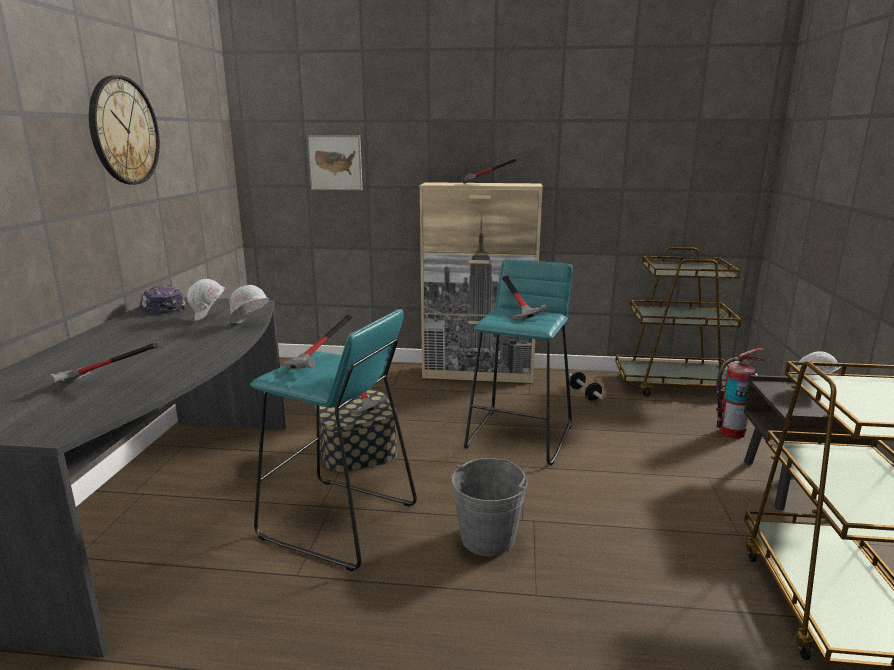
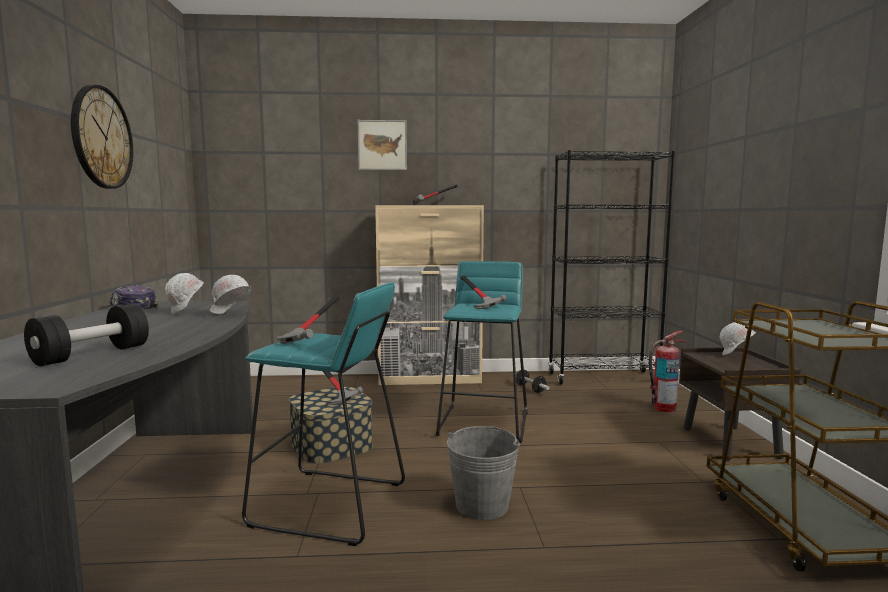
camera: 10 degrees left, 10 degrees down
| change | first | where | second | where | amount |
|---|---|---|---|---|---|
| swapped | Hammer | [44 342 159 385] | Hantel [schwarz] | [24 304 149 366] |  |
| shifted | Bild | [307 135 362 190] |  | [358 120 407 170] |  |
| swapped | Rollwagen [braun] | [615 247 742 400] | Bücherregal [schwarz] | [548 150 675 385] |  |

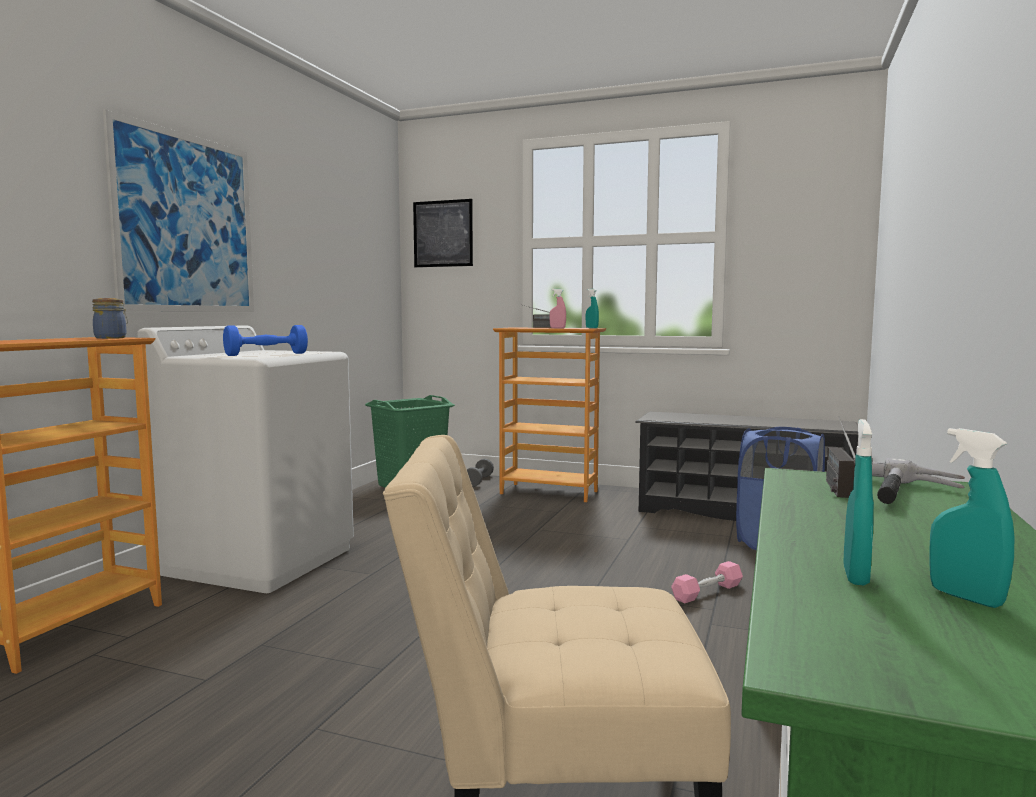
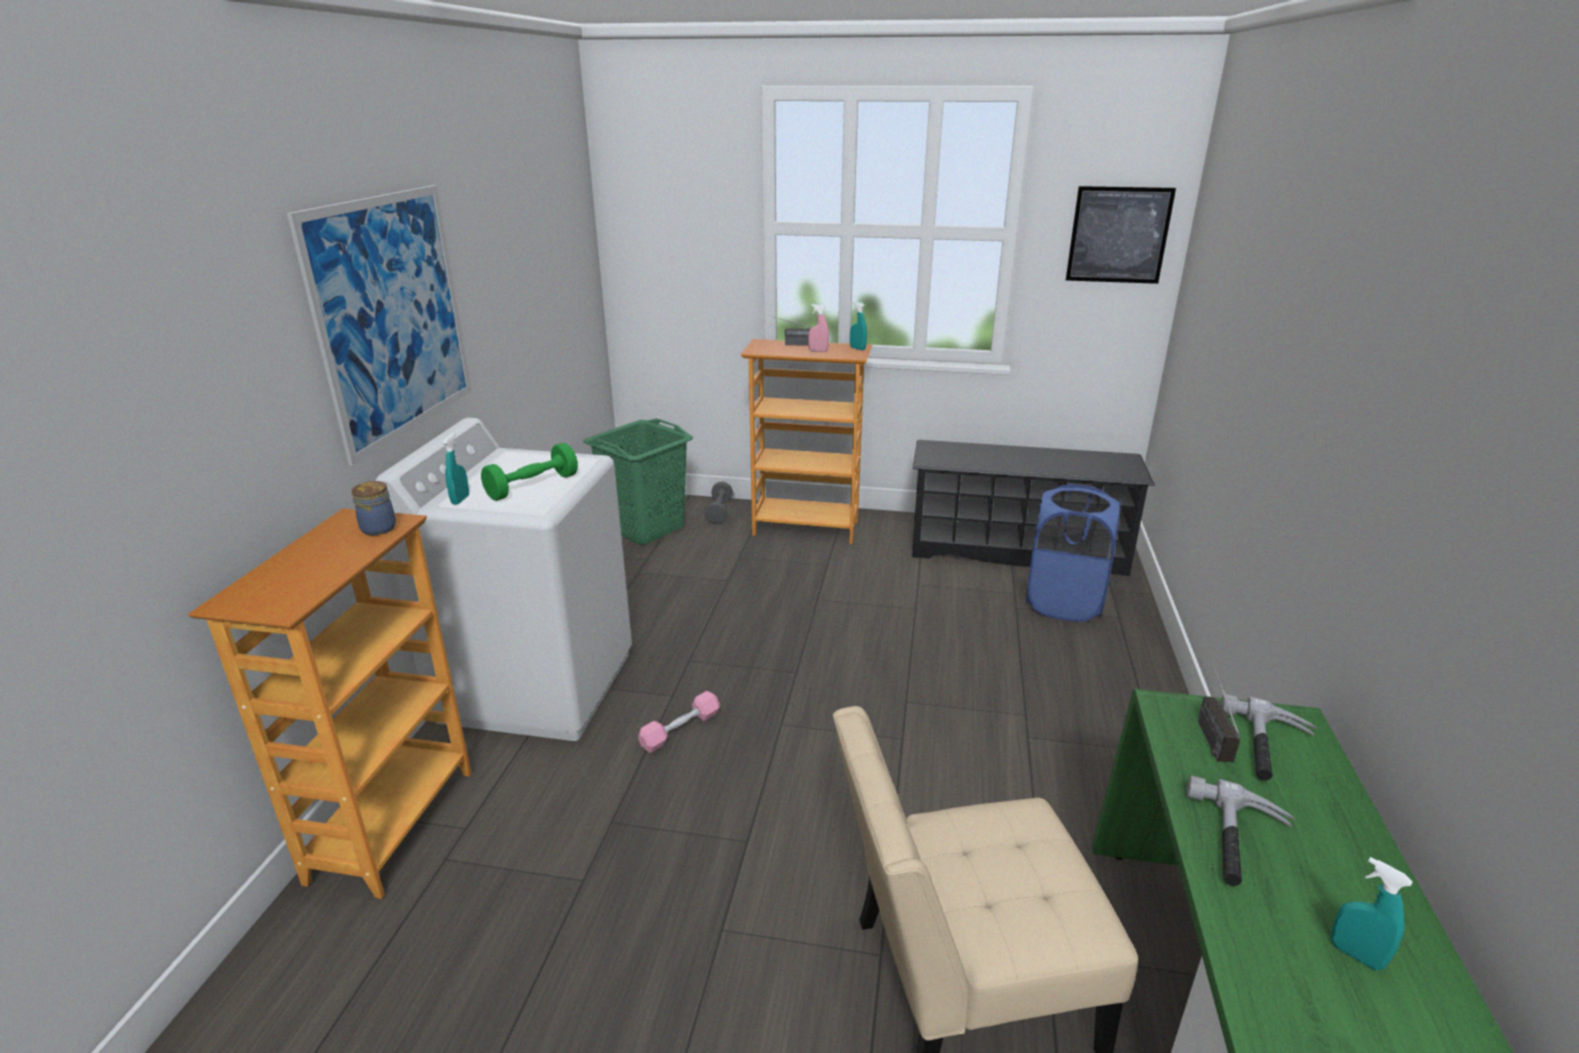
camera: 10 degrees left, 20 degrees up
| change | first | where | second | where | amount |
|---|---|---|---|---|---|
| repainted | Hantel [blau] | [223 325 308 356] | Hantel [grün] | [481 443 578 501] |  |
| shifted | Bild | [413 199 473 267] |  | [1066 186 1176 284] |  |
| shifted | Hantel [rosa] | [671 561 743 603] |  | [638 691 720 753] |  |
| shifted | Sprühflasche [türkis] | [844 419 874 585] |  | [443 433 469 505] |  |
| new |  |  | Hammer | [1187 775 1295 886] |  |

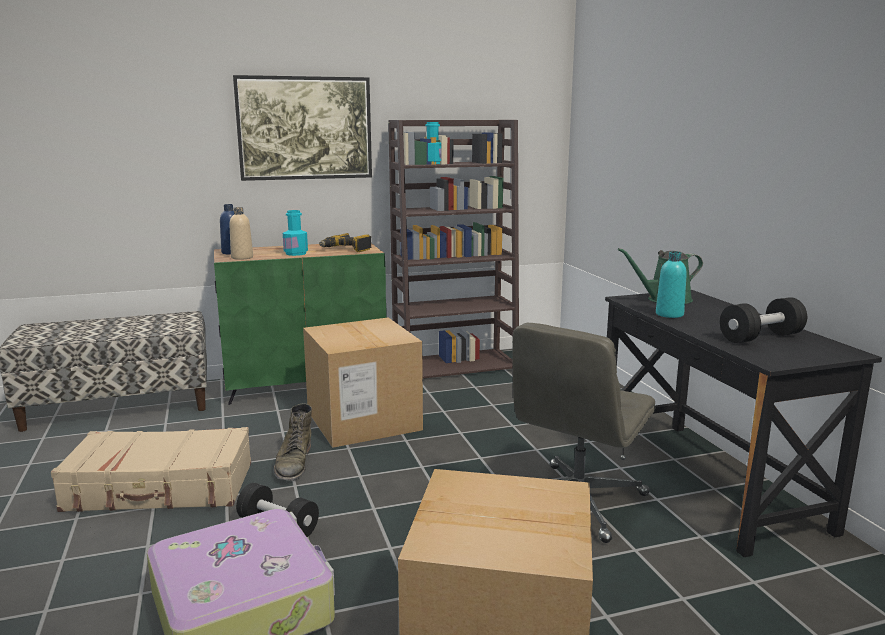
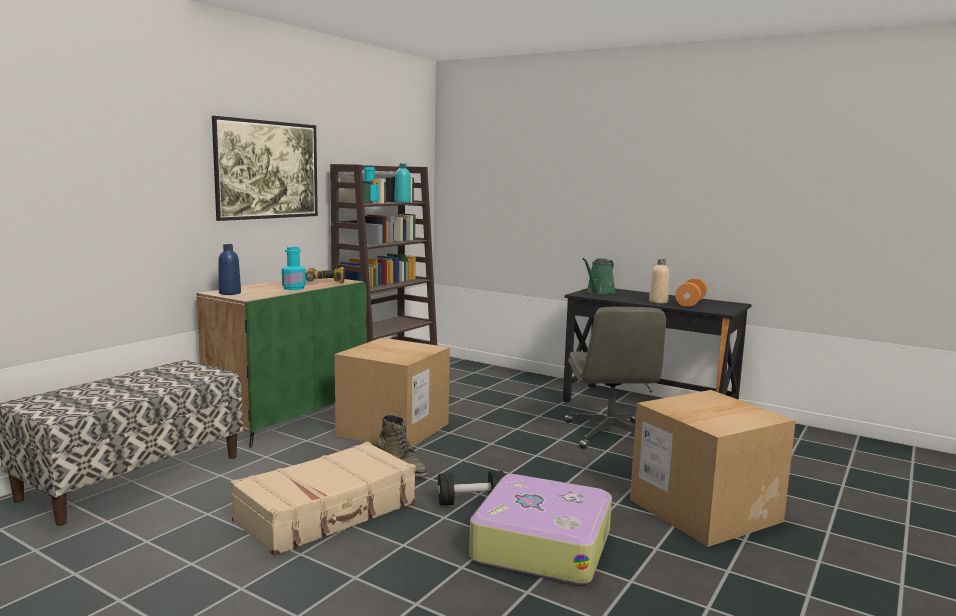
camera: 40 degrees left, 5 degrees down
| change | first | where | second | where | amount |
|---|---|---|---|---|---|
| shifted | Flasche [beige] | [229 207 253 260] |  | [649 259 669 303] |  |
| shifted | Flasche [türkis] | [656 251 687 318] |  | [394 163 411 203] |  |
| repainted | Hantel [schwarz] | [720 297 807 343] | Hantel [orange] | [675 278 707 307] |  |

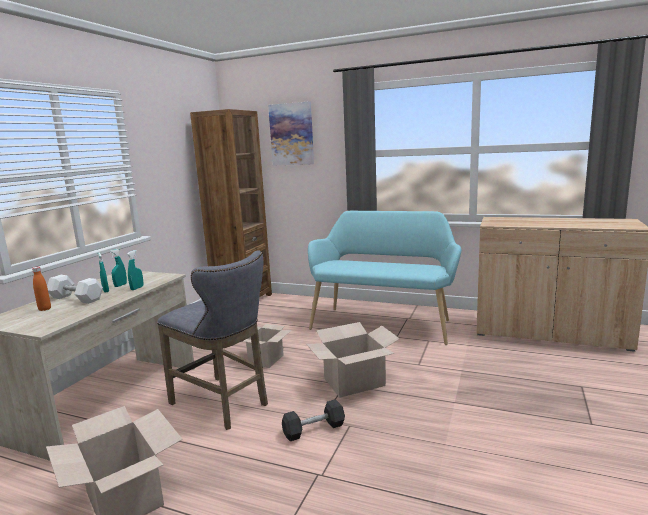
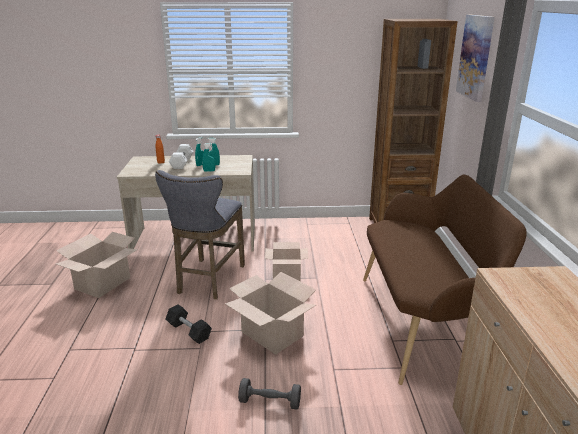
camera: 65 degrees right, 10 degrees up
| change | first | where | second | where | amount |
|---|---|---|---|---|---|
| repainted | Bank [türkis] | [308 211 461 345] | Bank [braun] | [363 175 526 385] |  |
| new |  |  | Hantel [grau] | [238 378 301 410] |  |

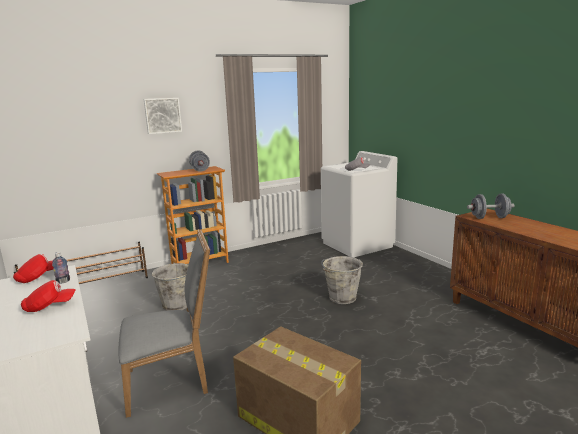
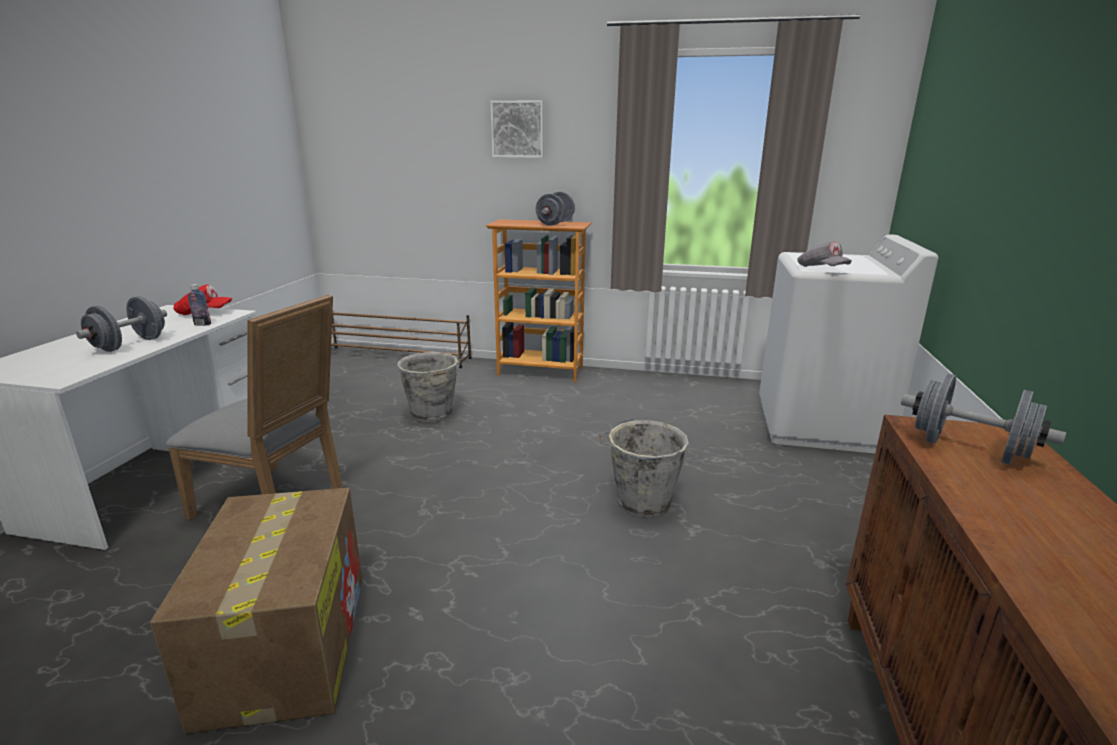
camera: 40 degrees right, 5 degrees up
| change | first | where | second | where | amount |
|---|---|---|---|---|---|
| swapped | Kappe [rot] | [21 280 76 312] | Hantel [grau] | [76 296 167 352] |  |

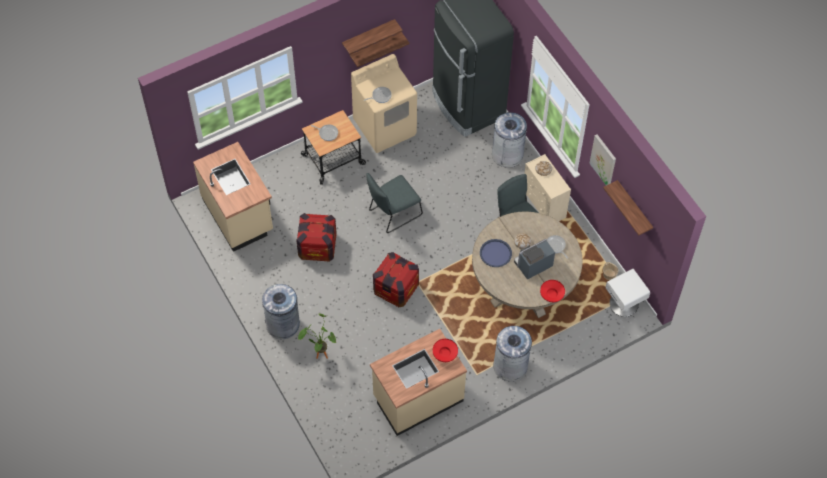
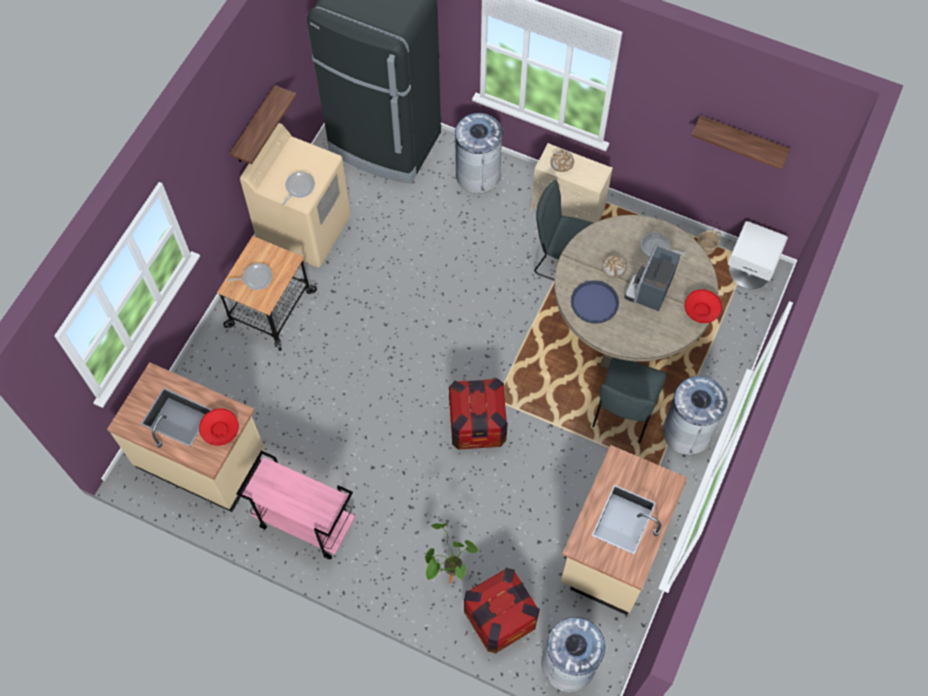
camera: 35 degrees left, 5 degrees up
| change | first | where | second | where | amount |
|---|---|---|---|---|---|
| shifted | Mülleimer [grau] | [262 284 300 339] |  | [541 617 605 692] |  |
| shifted | Kiste | [296 213 337 262] |  | [464 568 540 653] |  |
| gone | Wandregal | [342 19 403 55] |  |  |  |
| shifted | Stuhl [grau] | [366 173 423 233] |  | [592 357 667 443] |  |
| shifted | Schüssel [rot] | [433 339 458 362] |  | [199 409 239 446] |  |
| gone | Bild | [589 135 616 185] |  |  |  |
| new |  |  | Rollwagen [rosa] | [236 451 355 559] |  |

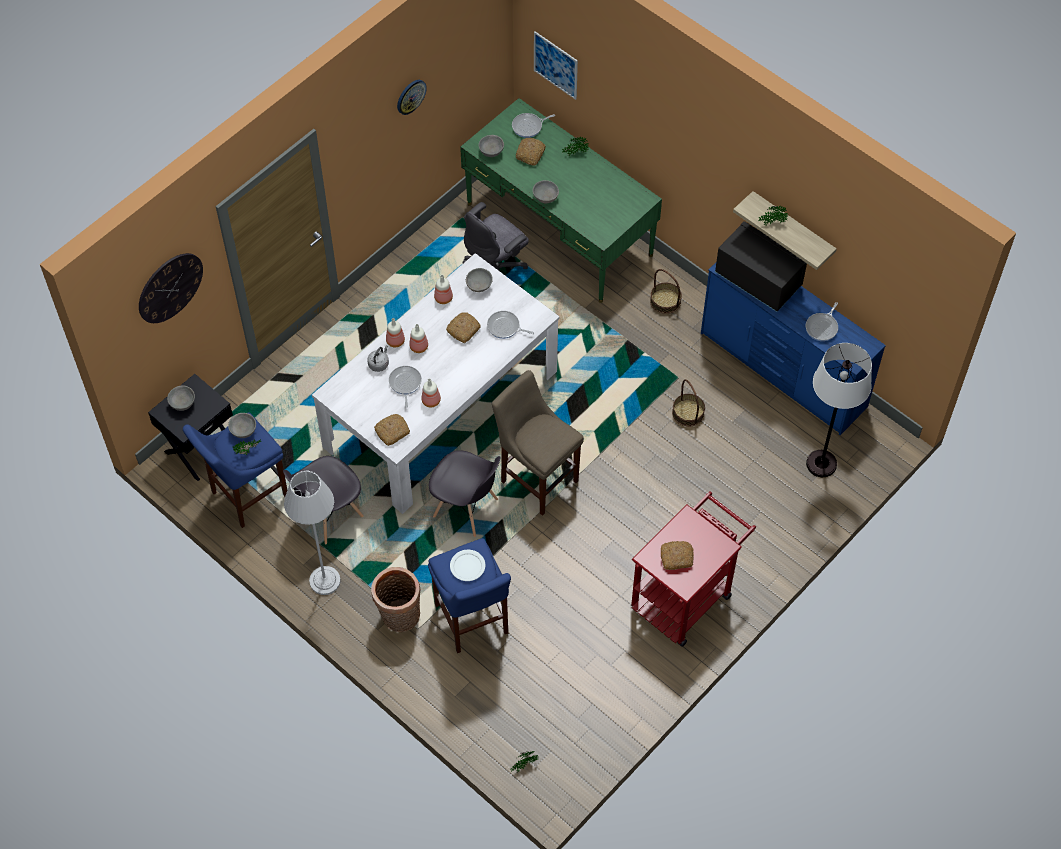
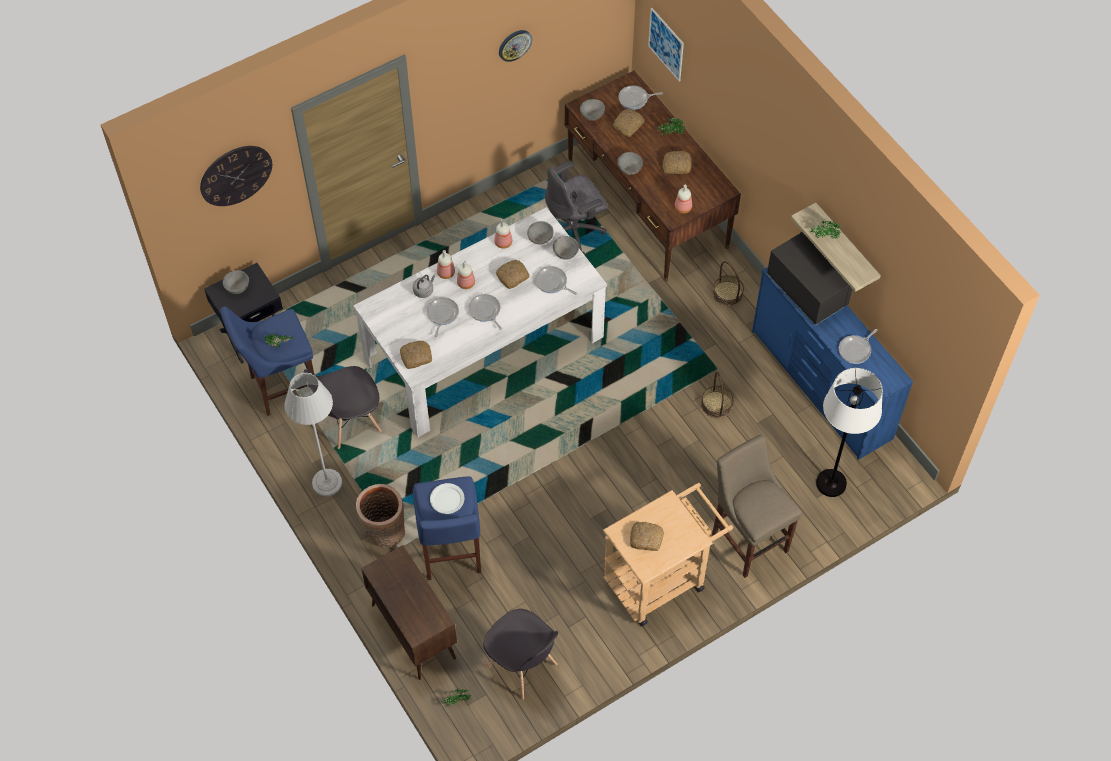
camera: 15 degrees right, 0 degrees up
| change | first | where | second | where | amount |
|---|---|---|---|---|---|
| shifted | Schüssel [grau] | [228 413 256 438] |  | [553 236 579 260] |  |
| shifted | Flasche | [421 378 441 407] |  | [675 185 692 213] |  |
| shifted | Stuhl [grau] | [429 450 501 537] |  | [483 609 558 700] |  |
| repainted | Schreibtisch [grün] | [460 98 662 303] | Schreibtisch [braun] | [565 71 741 282] |  |
| shifted | Hocker [beige] | [492 370 584 516] |  | [712 435 802 578] |  |
| repainted | Rollwagen [rot] | [631 491 756 647] | Rollwagen [beige] | [603 483 733 626] |  |
| new |  |  | Schrank [braun] | [361 545 457 680] |  |
| new |  |  | Pfanne | [469 294 502 330] |  |
| new |  |  | Brot | [662 151 692 174] |  |

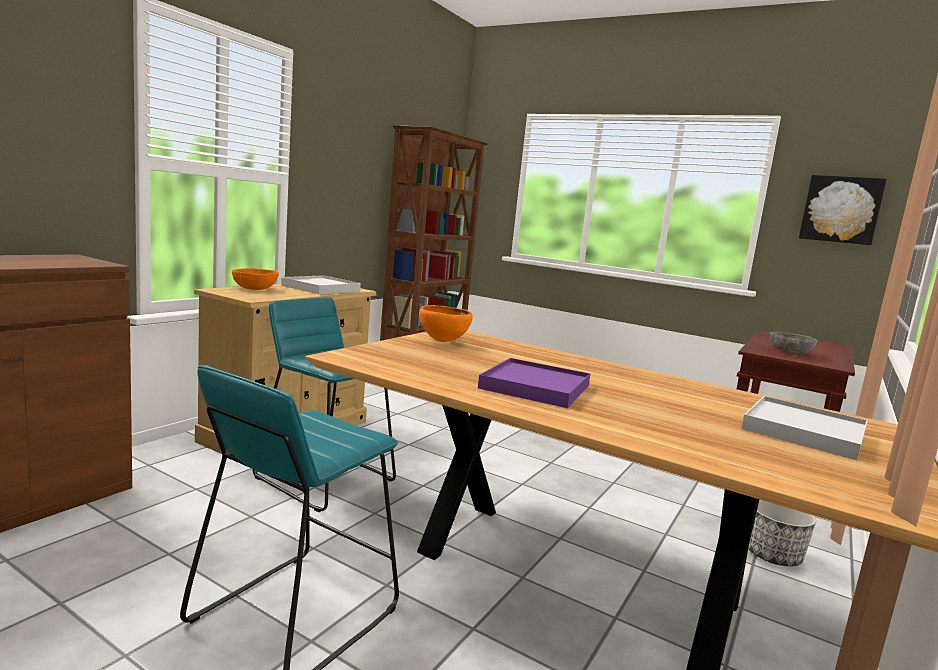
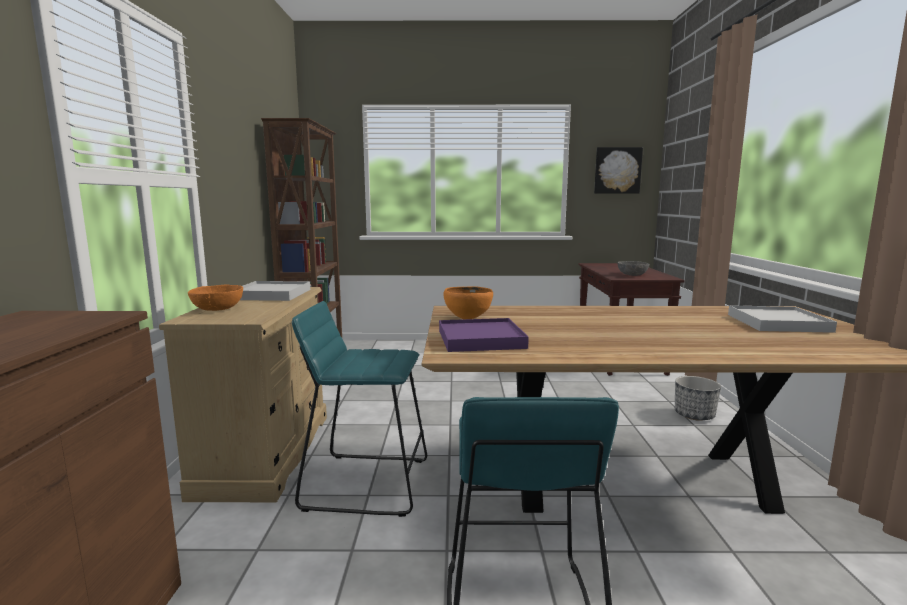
camera: 30 degrees left, 0 degrees up
| change | first | where | second | where | amount |
|---|---|---|---|---|---|
| shifted | Tablett [lila] | [478 358 590 408] |  | [439 318 529 352] |  |

